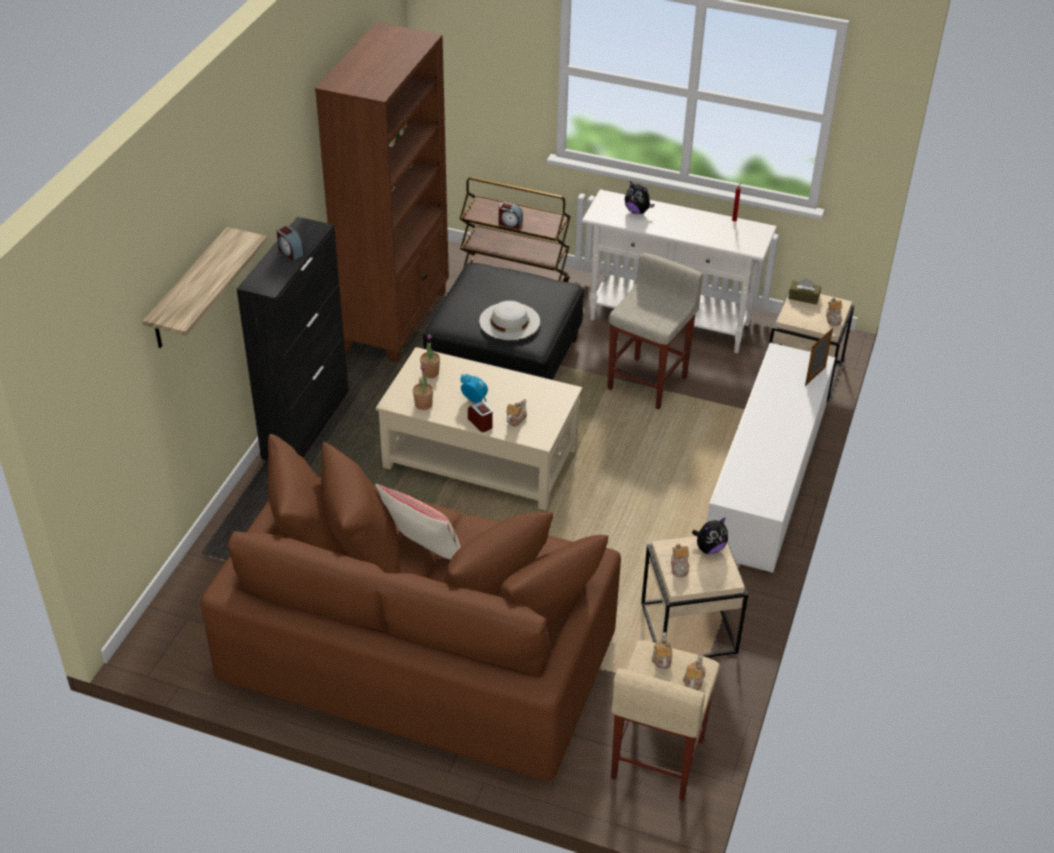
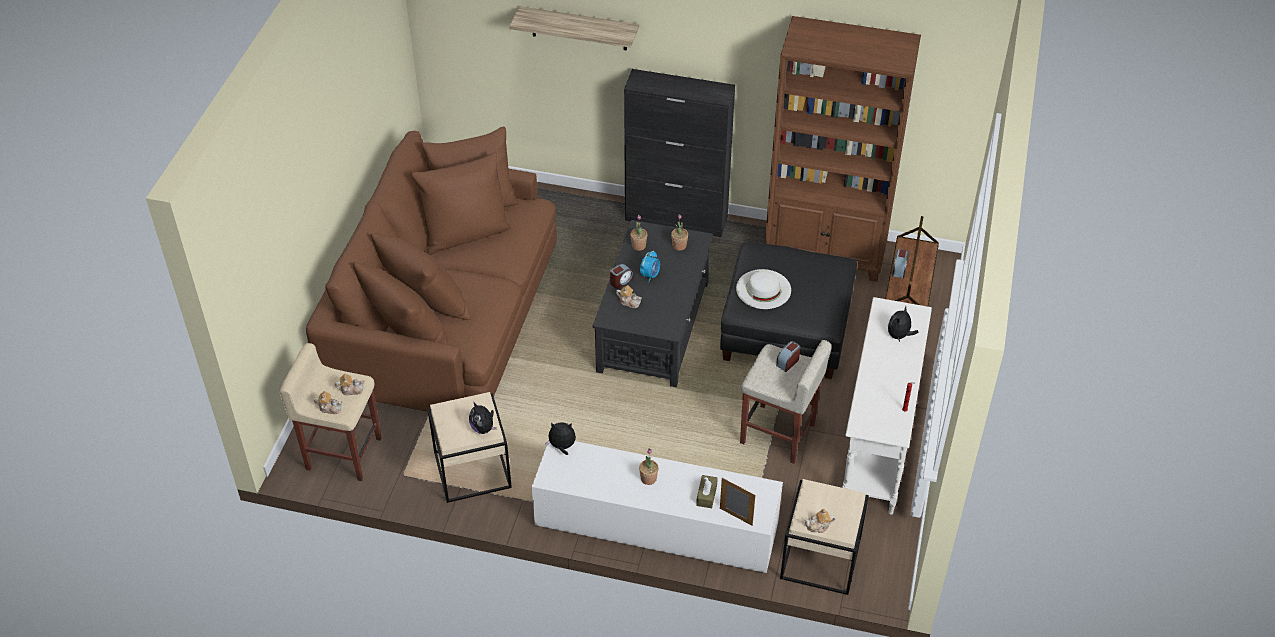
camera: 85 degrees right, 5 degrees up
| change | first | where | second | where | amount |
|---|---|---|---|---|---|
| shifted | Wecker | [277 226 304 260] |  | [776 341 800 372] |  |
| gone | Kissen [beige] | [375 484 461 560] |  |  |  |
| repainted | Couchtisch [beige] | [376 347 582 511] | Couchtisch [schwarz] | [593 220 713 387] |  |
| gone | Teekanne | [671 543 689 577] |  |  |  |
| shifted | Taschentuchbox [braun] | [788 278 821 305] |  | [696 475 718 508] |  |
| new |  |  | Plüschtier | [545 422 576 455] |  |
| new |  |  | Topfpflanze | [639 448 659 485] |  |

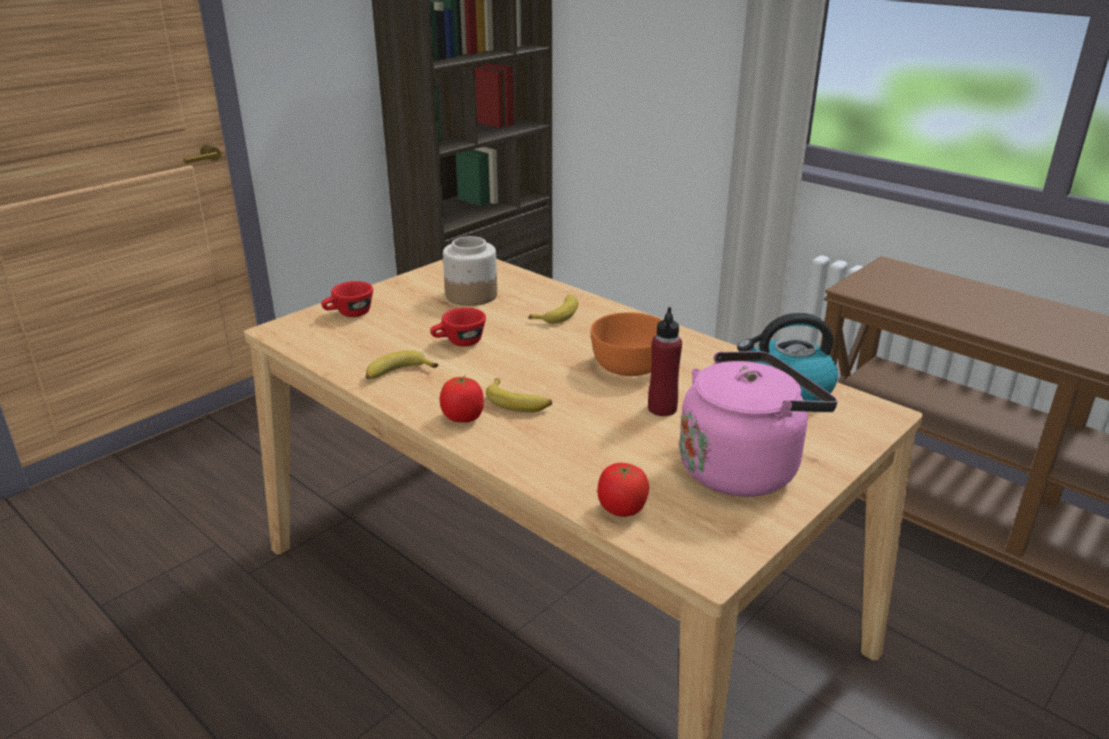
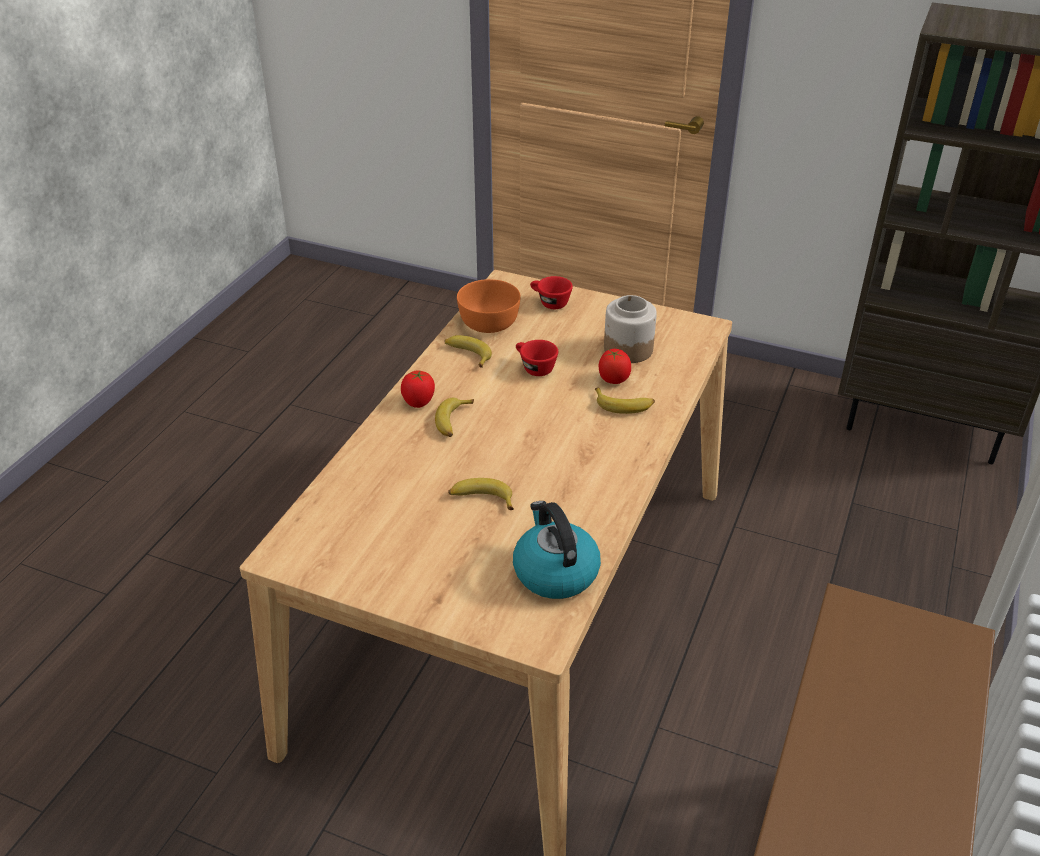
camera: 70 degrees right, 10 degrees up
| change | first | where | second | where | amount |
|---|---|---|---|---|---|
| shifted | Schüssel [orange] | [591 312 662 376] |  | [457 279 521 333] |  |
| shifted | Tomate | [597 463 649 517] |  | [599 349 631 384] |  |
| swapped | Flasche [rot] | [648 307 682 416] | Banane | [448 478 514 510] |  |
| gone | Wasserkessel [rosa] | [679 351 838 497] |  |  |  |

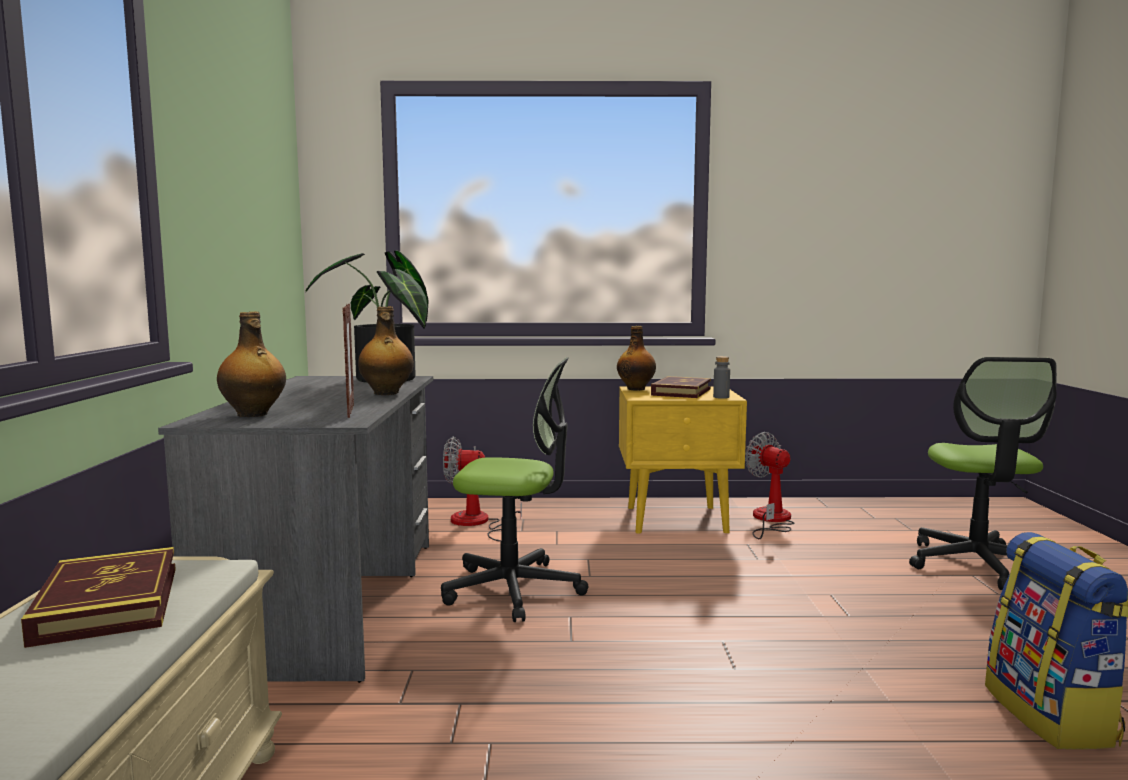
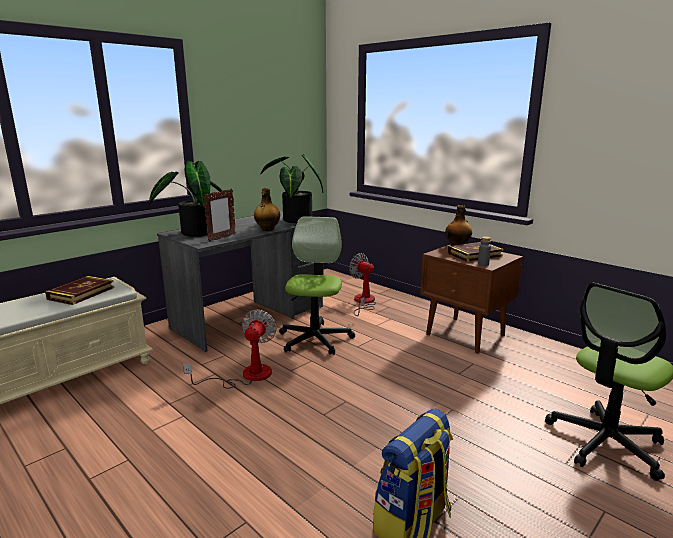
camera: 45 degrees right, 10 degrees up
| change | first | where | second | where | amount |
|---|---|---|---|---|---|
| swapped | Flasche | [217 312 286 417] | Topfpflanze | [148 161 223 237] |  |
| rotated | Bürostuhl | [441 357 589 622] |  | [279 216 355 355] | 135 degrees counterclockwise |
| repainted | Nachttisch [gelb] | [619 386 747 534] | Nachttisch [braun] | [420 244 523 354] |  |
| shifted | Ventilator | [745 432 794 539] |  | [183 310 277 389] |  |

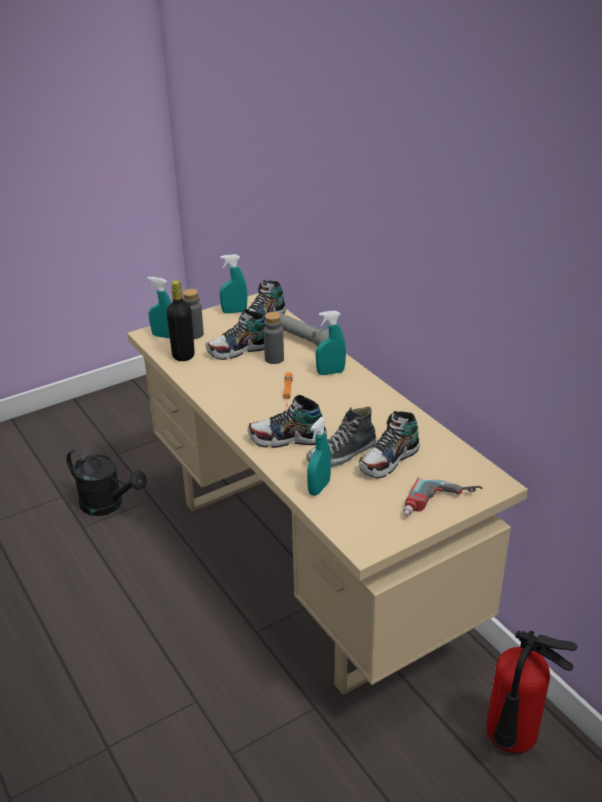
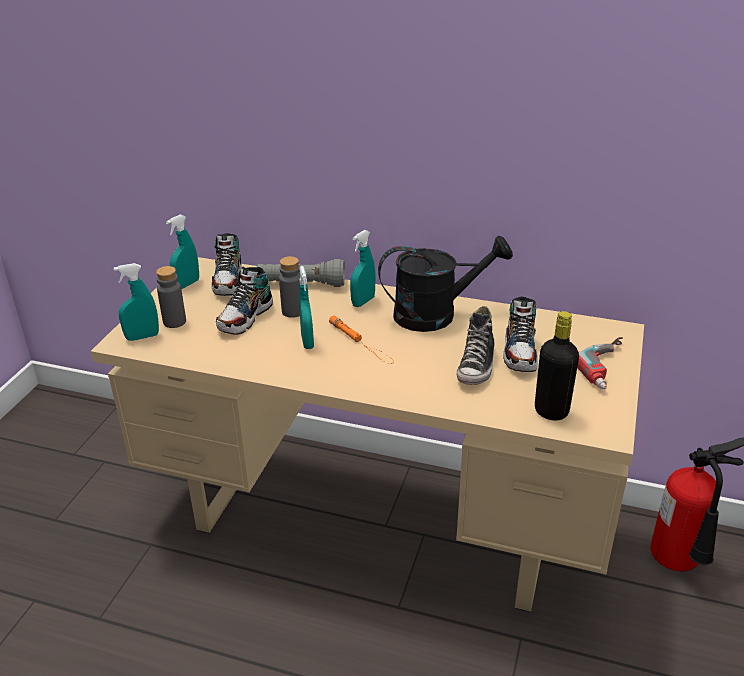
camera: 40 degrees left, 0 degrees up
| change | first | where | second | where | amount |
|---|---|---|---|---|---|
| shifted | Gießkanne [schwarz] | [66 449 147 516] |  | [378 236 513 332] |  |
| shifted | Flasche [schwarz] | [167 280 195 361] |  | [535 311 579 421] |  |
| gone | Schuh | [248 395 327 448] |  |  |  |
| shifted | Sprühflasche [türkis] | [307 417 331 496] |  | [299 266 314 349] |  |

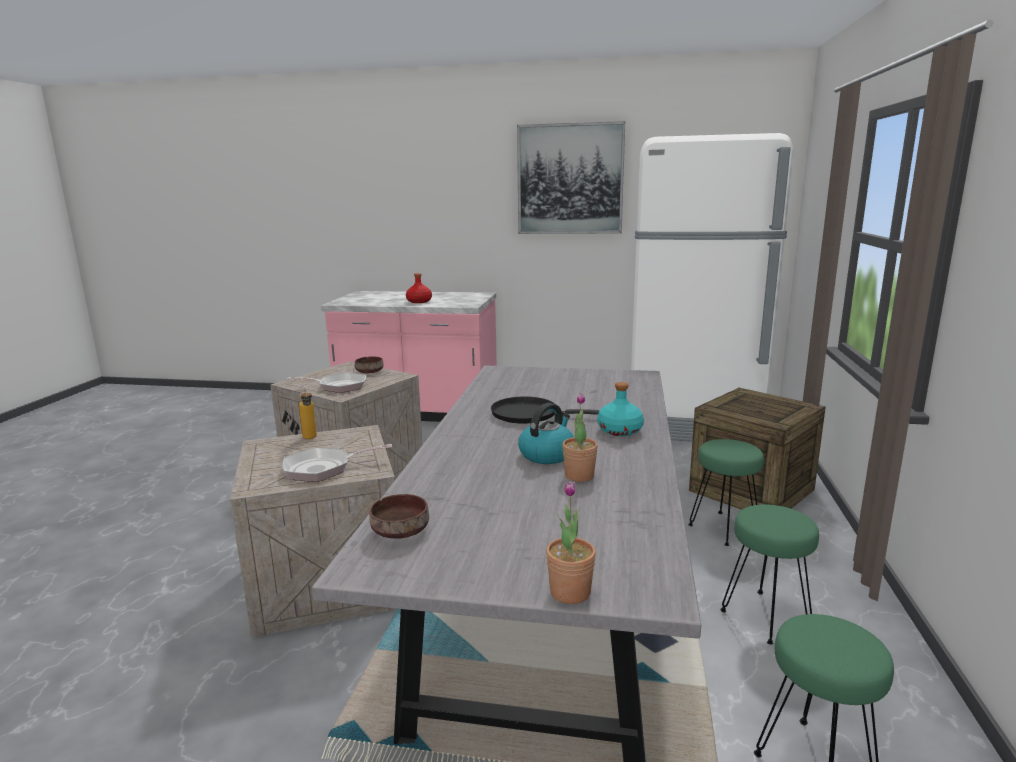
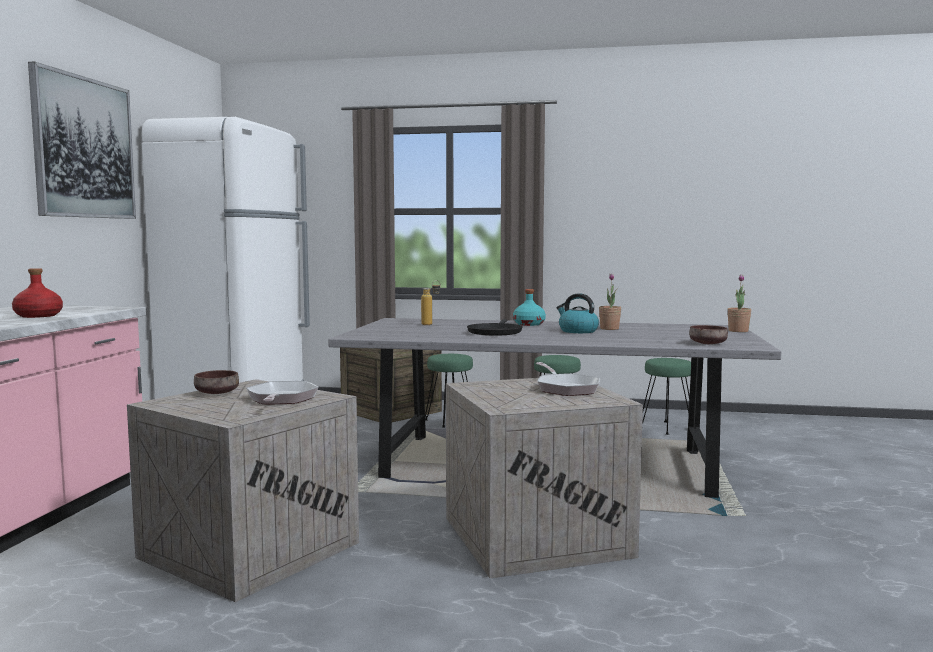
camera: 90 degrees left, 10 degrees down
| change | first | where | second | where | amount |
|---|---|---|---|---|---|
| shifted | Flasche | [299 388 317 439] |  | [421 280 441 325] |  |

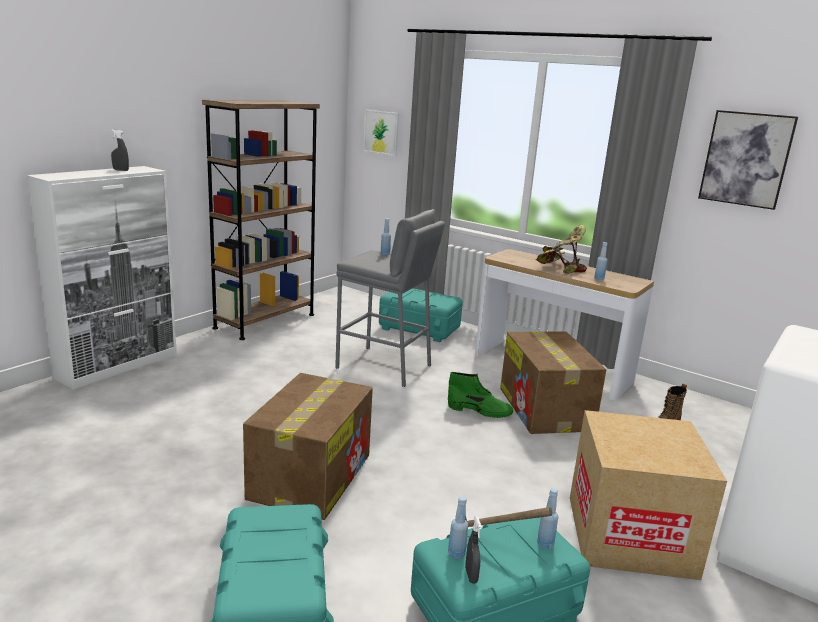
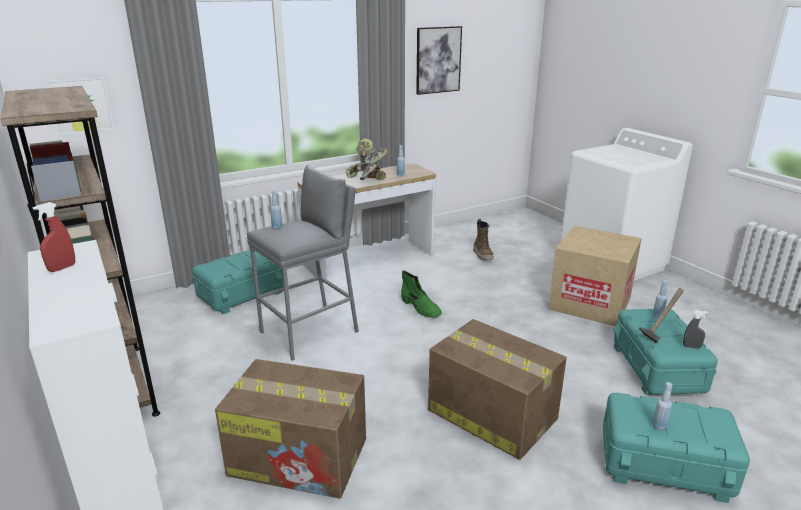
camera: 65 degrees left, 5 degrees up
| change | first | where | second | where | amount |
|---|---|---|---|---|---|
| repainted | Sprühflasche [grau] | [111 130 129 171] | Sprühflasche [rot] | [33 202 75 272] |  |
| rotated | Stiefel [grün] | [448 372 513 418] |  | [401 270 442 318] | 105 degrees clockwise |
| shifted | Flasche [blau] | [448 496 468 559] |  | [652 382 673 430] |  |
| shifted | Karton | [500 331 606 434] |  | [215 359 366 499] |  |

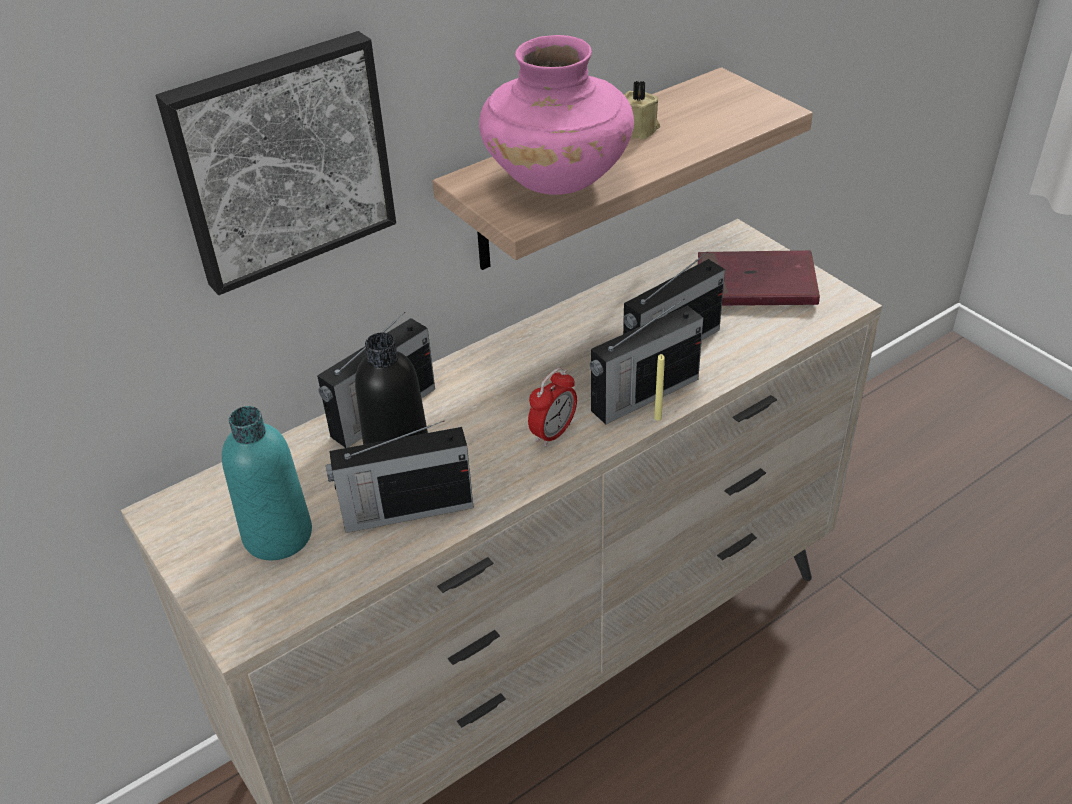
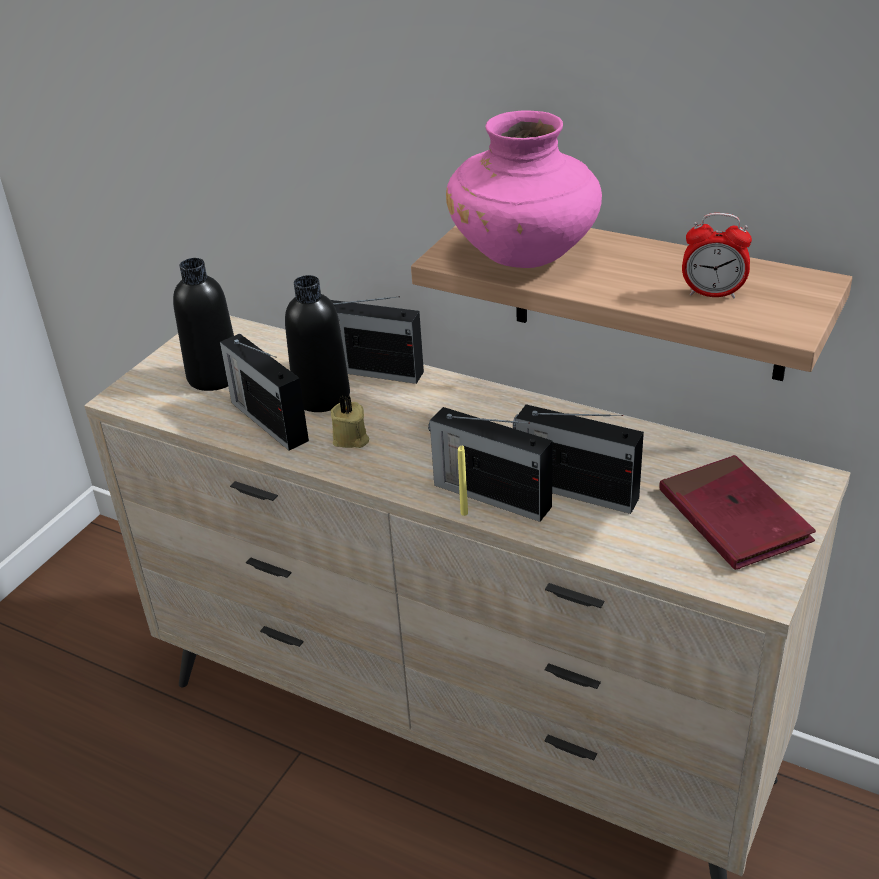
camera: 65 degrees right, 5 degrees down
| change | first | where | second | where | amount |
|---|---|---|---|---|---|
| gone | Bild | [156 31 396 295] |  |  |  |
| repainted | Flasche [türkis] | [222 406 312 560] | Flasche [schwarz] | [173 258 234 391] |  |
| shifted | Wecker | [528 368 577 447] |  | [682 213 752 298] |  |
| shifted | Kerze [beige] | [624 80 660 139] |  | [331 395 369 448] |  |

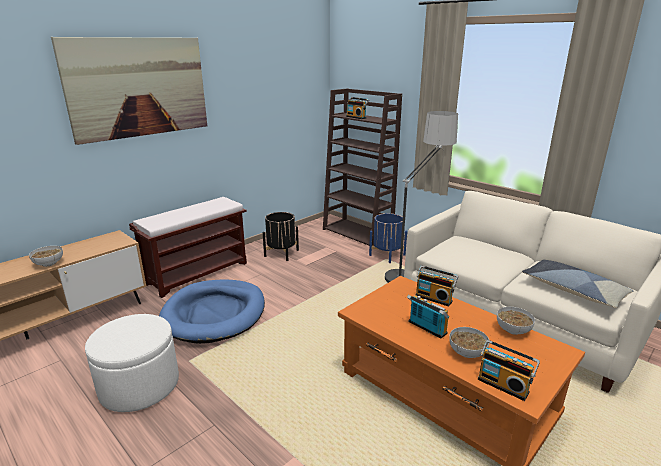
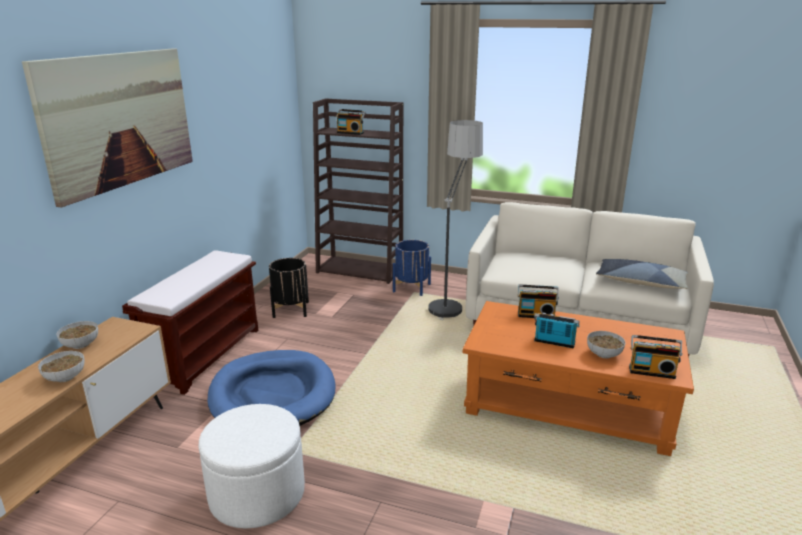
camera: 25 degrees left, 0 degrees up
| change | first | where | second | where | amount |
|---|---|---|---|---|---|
| shifted | Schüssel | [497 307 535 335] |  | [56 321 98 349] |  |

